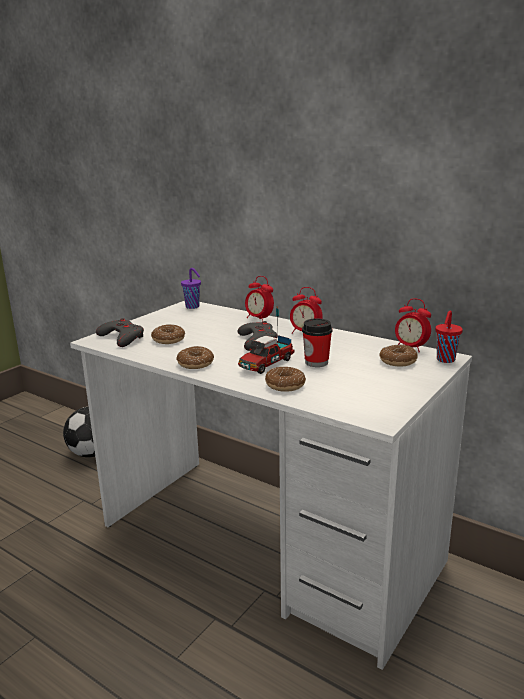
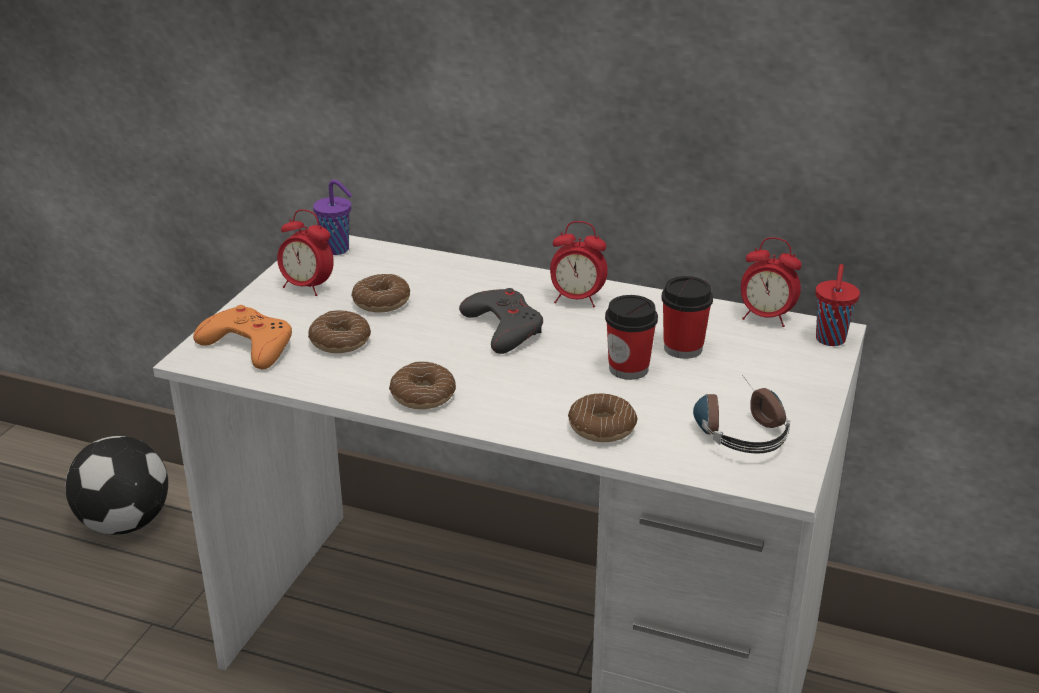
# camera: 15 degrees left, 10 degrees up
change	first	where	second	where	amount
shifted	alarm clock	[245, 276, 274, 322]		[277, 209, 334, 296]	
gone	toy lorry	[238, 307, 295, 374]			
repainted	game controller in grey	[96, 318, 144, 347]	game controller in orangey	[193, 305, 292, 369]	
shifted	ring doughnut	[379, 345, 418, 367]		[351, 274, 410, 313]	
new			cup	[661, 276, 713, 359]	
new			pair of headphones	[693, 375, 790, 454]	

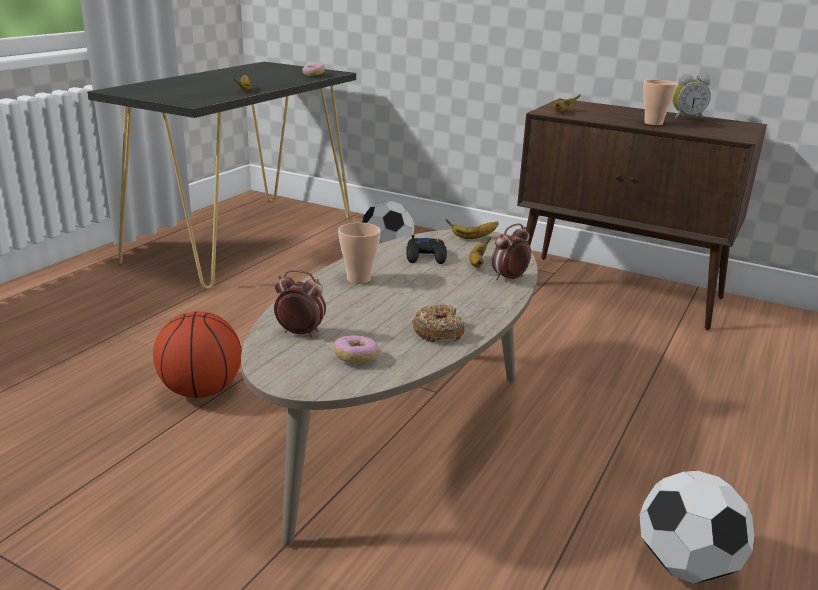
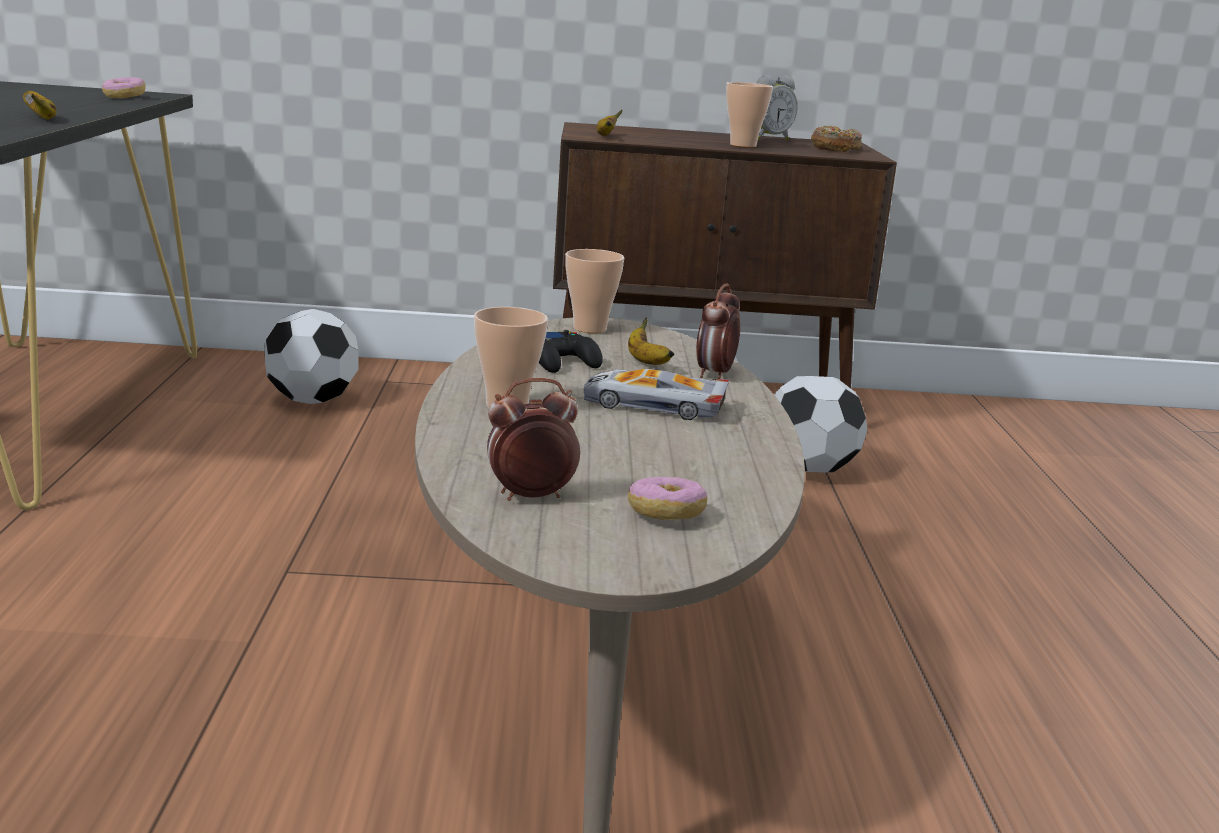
# camera: 30 degrees left, 5 degrees down
change	first	where	second	where	amount
swapped	banana	[446, 219, 499, 239]	cup	[565, 249, 625, 333]	
shifted	ring doughnut	[412, 304, 465, 342]		[811, 125, 862, 152]	
gone	basketball	[153, 311, 242, 398]			
shifted	ball for football	[640, 471, 754, 584]		[774, 376, 867, 473]	
new			toy car	[584, 369, 729, 420]	

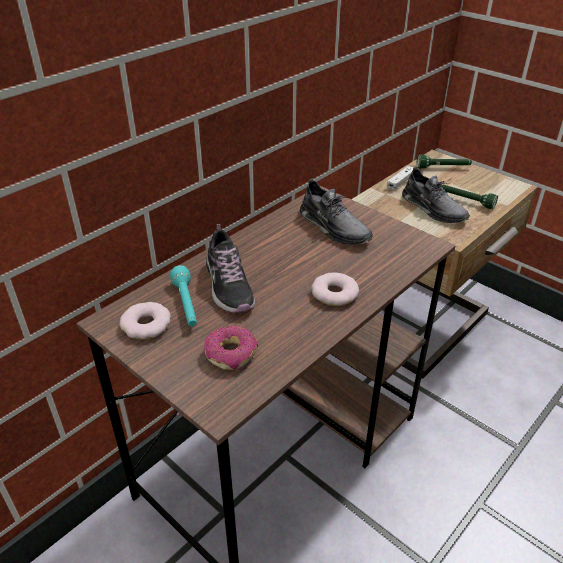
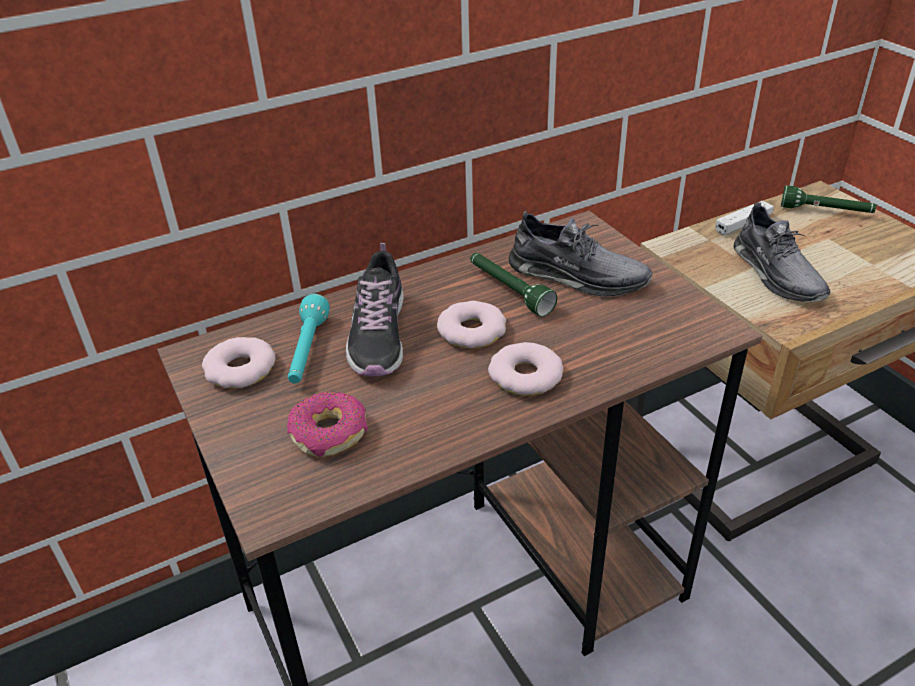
# camera: 20 degrees right, 0 degrees up
change	first	where	second	where	amount
rotated	low shoe in grey	[300, 178, 373, 245]		[509, 211, 653, 296]	45 degrees counterclockwise
shifted	torch in green-coloured	[440, 184, 498, 210]		[470, 253, 557, 317]	
new			ring doughnut	[437, 301, 506, 348]	

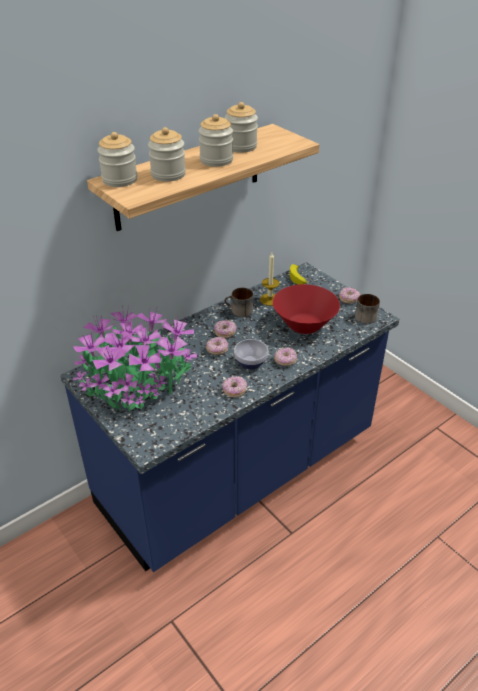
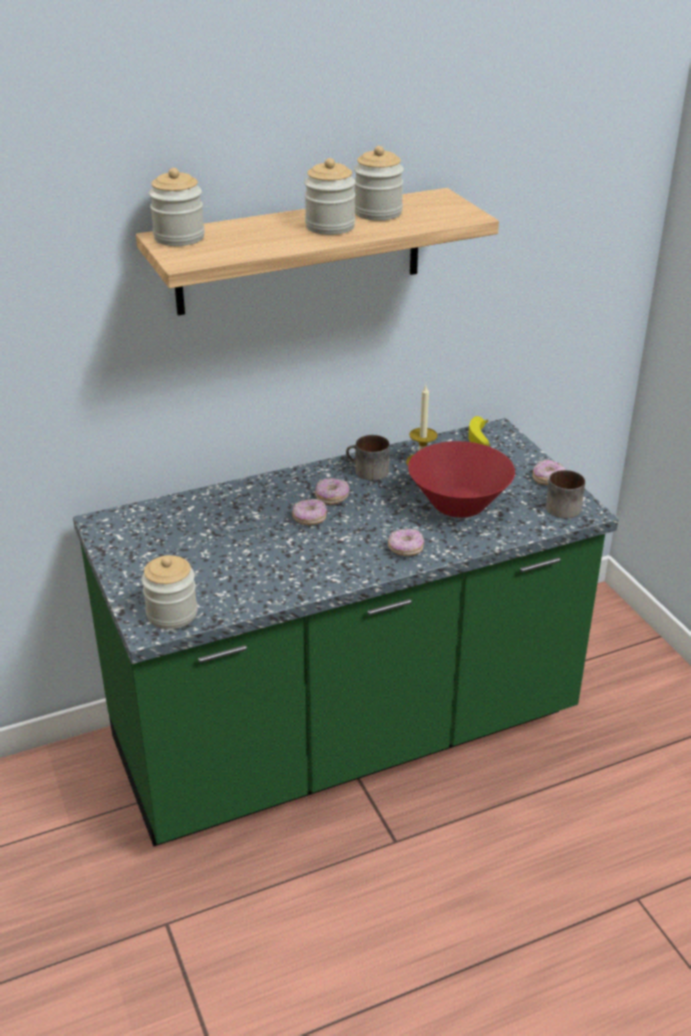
# camera: 15 degrees right, 5 degrees down
change	first	where	second	where	amount
shifted	preserve jar	[148, 127, 186, 182]		[142, 555, 198, 629]	
repainted	counter in blue-coloured	[60, 262, 399, 572]	counter in green-coloured	[73, 418, 619, 847]	
gone	houseplant	[73, 306, 197, 411]			
gone	serving bowl	[234, 339, 268, 370]			
gone	ring doughnut	[222, 376, 247, 398]			

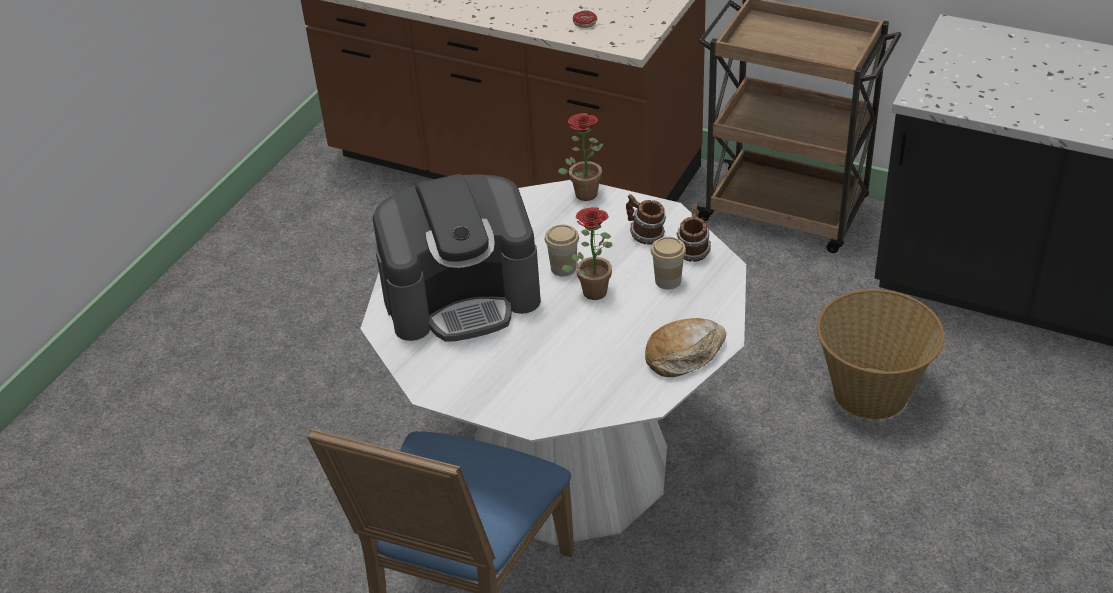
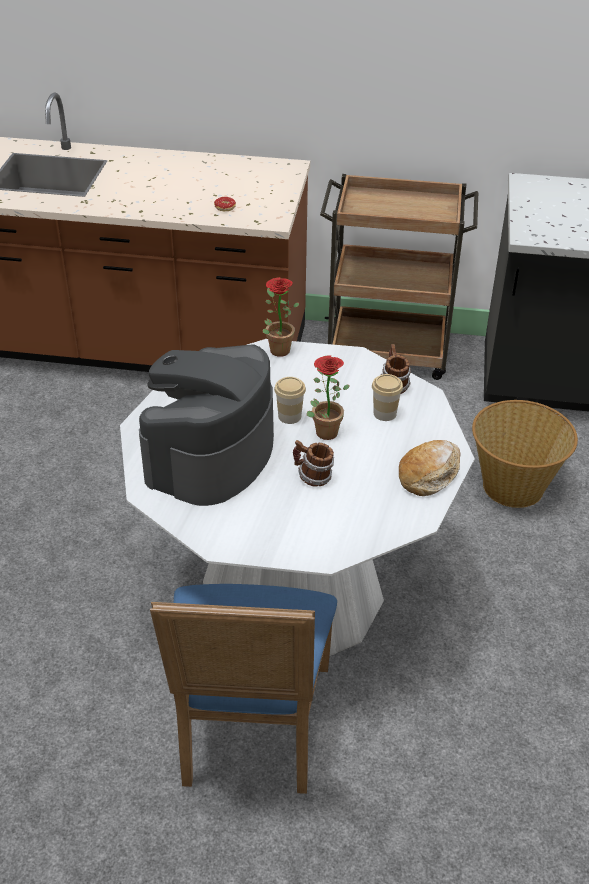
# camera: 20 degrees left, 0 degrees up
change	first	where	second	where	amount
rotated	coffee maker	[373, 174, 541, 342]		[139, 344, 274, 506]	150 degrees clockwise
shifted	tea mug	[626, 194, 666, 245]		[293, 440, 334, 487]	

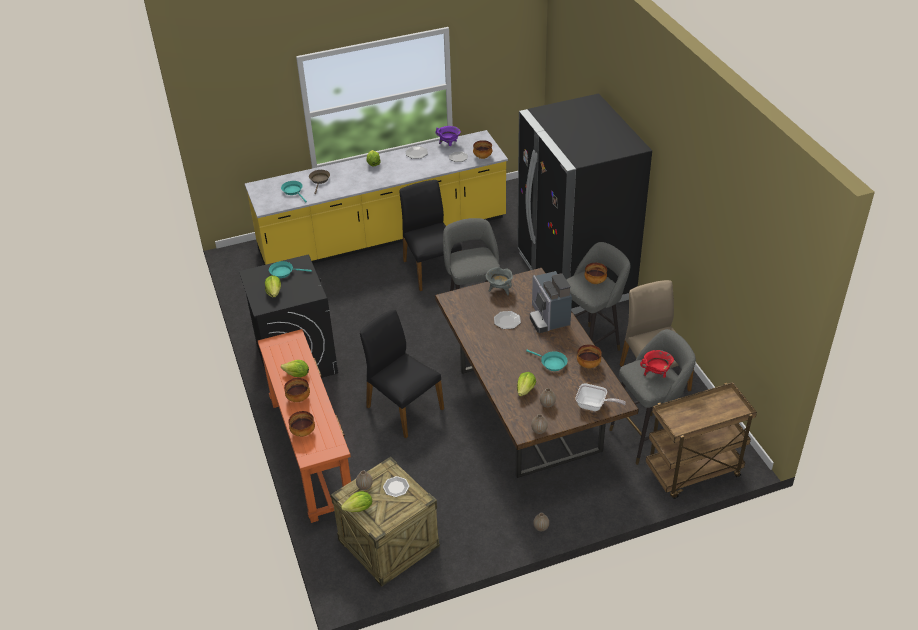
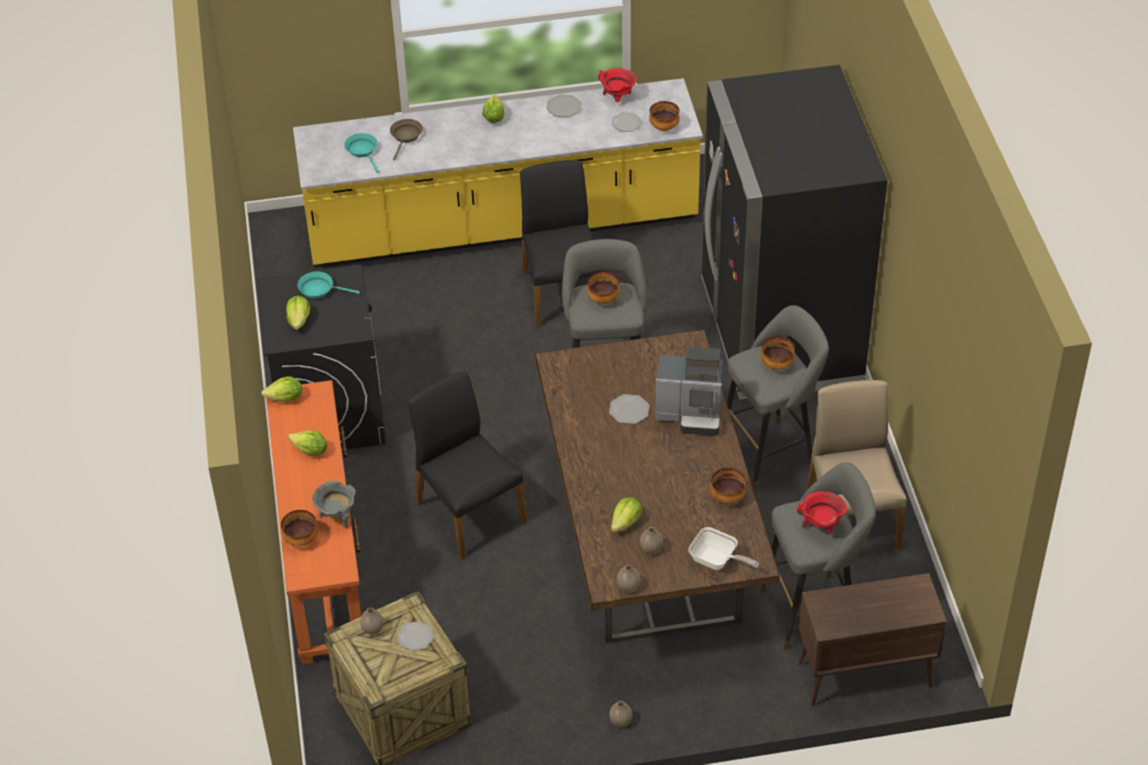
# camera: 10 degrees right, 5 degrees up
change	first	where	second	where	amount
repainted	stockpot in purple-coloured	[436, 126, 461, 146]	stockpot in red-coloured	[598, 68, 637, 102]	
shifted	stockpot in grey	[486, 267, 513, 295]		[312, 481, 356, 529]	
rotated	coffee maker	[530, 271, 572, 333]		[655, 346, 723, 436]	75 degrees counterclockwise
gone	frying pan in turquoise	[526, 350, 567, 371]			
shifted	serving bowl	[284, 378, 310, 402]		[587, 272, 620, 304]	
swapped	trolley in brown	[646, 382, 757, 499]	cabinet in brown	[799, 573, 947, 707]	
shifted	lettuce head	[341, 491, 372, 512]		[261, 376, 302, 402]	

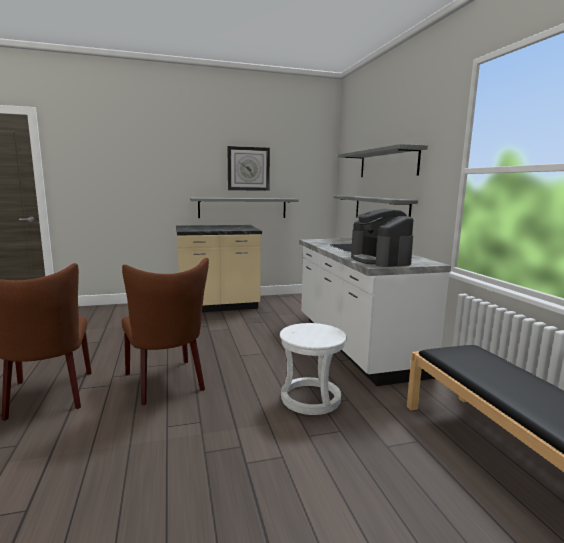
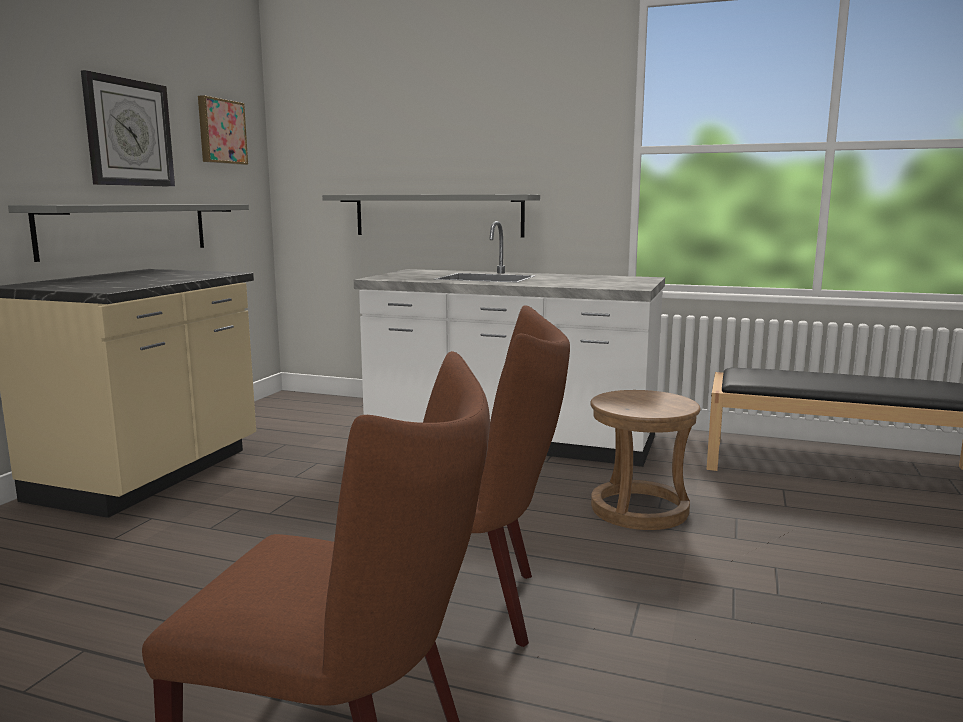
# camera: 55 degrees left, 0 degrees up
change	first	where	second	where	amount
gone	bracket shelf in grey	[338, 144, 428, 177]			
gone	coffee maker	[351, 209, 413, 267]			
repainted	stool seat in white	[280, 323, 347, 415]	stool seat in brown	[590, 390, 700, 530]	
new			picture	[198, 95, 248, 165]	

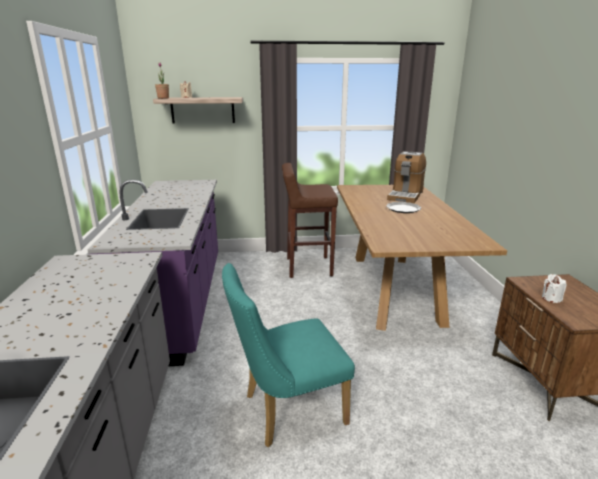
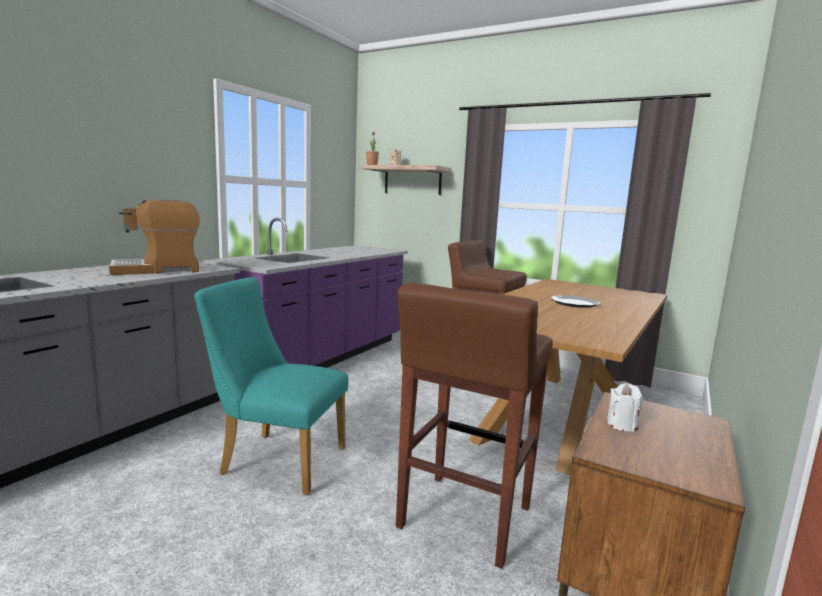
# camera: 35 degrees right, 10 degrees down
change	first	where	second	where	amount
shifted	coffee maker	[387, 151, 426, 203]		[109, 199, 200, 275]	
new			stool seat in brown	[396, 283, 553, 569]	

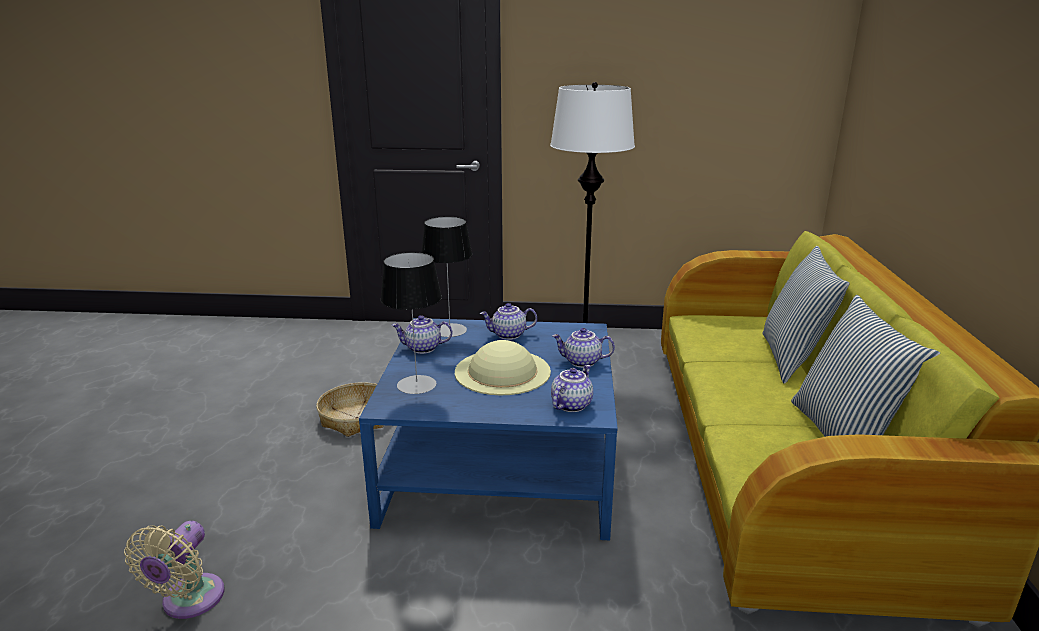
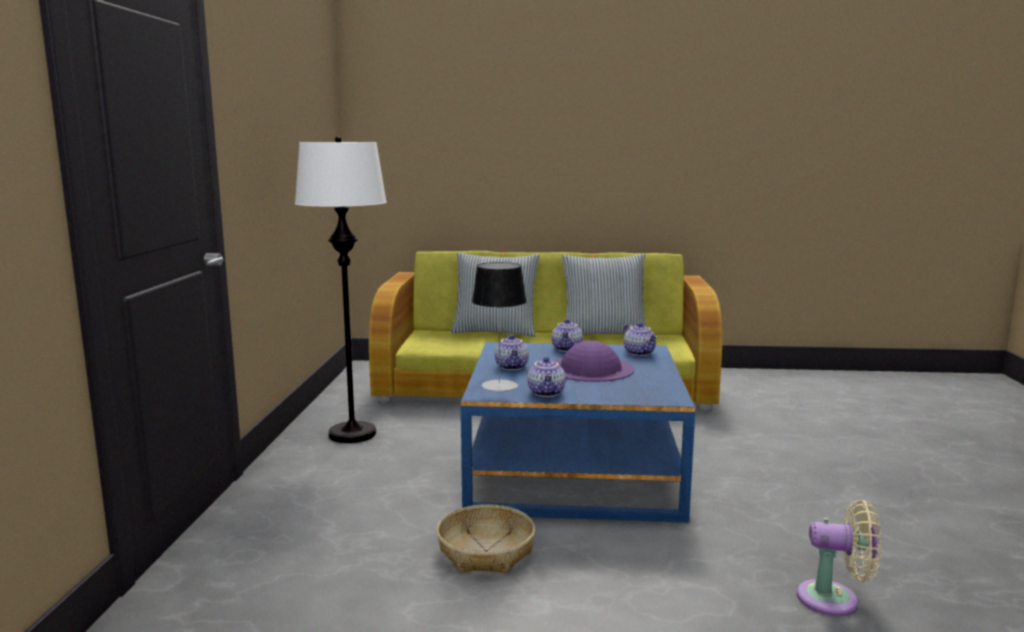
# camera: 90 degrees left, 10 degrees down
change	first	where	second	where	amount
gone	table lamp	[380, 252, 442, 394]			
repainted	hat in sand-coloured	[455, 340, 551, 395]	hat in purple-coloured	[554, 340, 634, 382]	
rotated	teapot	[551, 365, 593, 412]		[624, 322, 657, 356]	150 degrees counterclockwise

